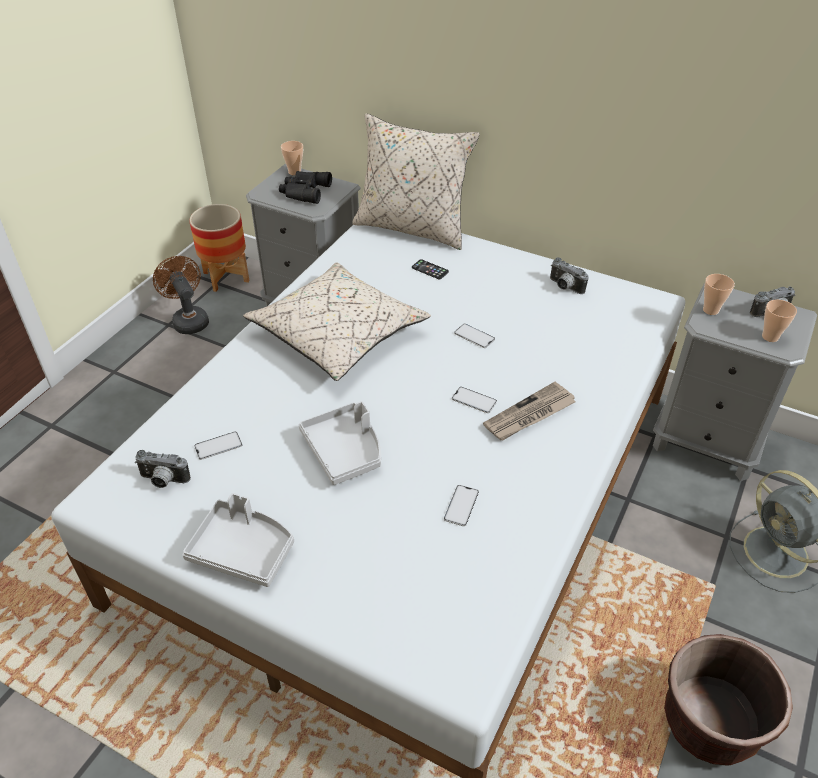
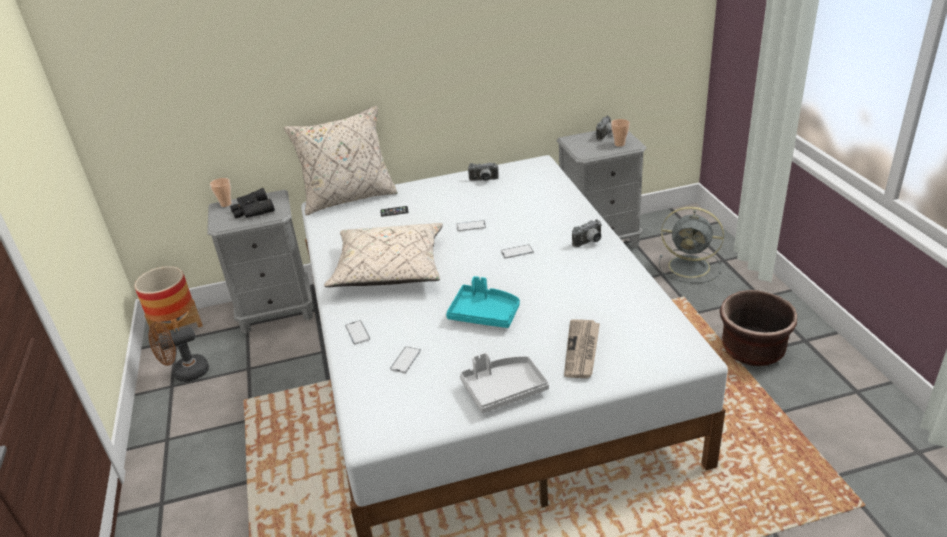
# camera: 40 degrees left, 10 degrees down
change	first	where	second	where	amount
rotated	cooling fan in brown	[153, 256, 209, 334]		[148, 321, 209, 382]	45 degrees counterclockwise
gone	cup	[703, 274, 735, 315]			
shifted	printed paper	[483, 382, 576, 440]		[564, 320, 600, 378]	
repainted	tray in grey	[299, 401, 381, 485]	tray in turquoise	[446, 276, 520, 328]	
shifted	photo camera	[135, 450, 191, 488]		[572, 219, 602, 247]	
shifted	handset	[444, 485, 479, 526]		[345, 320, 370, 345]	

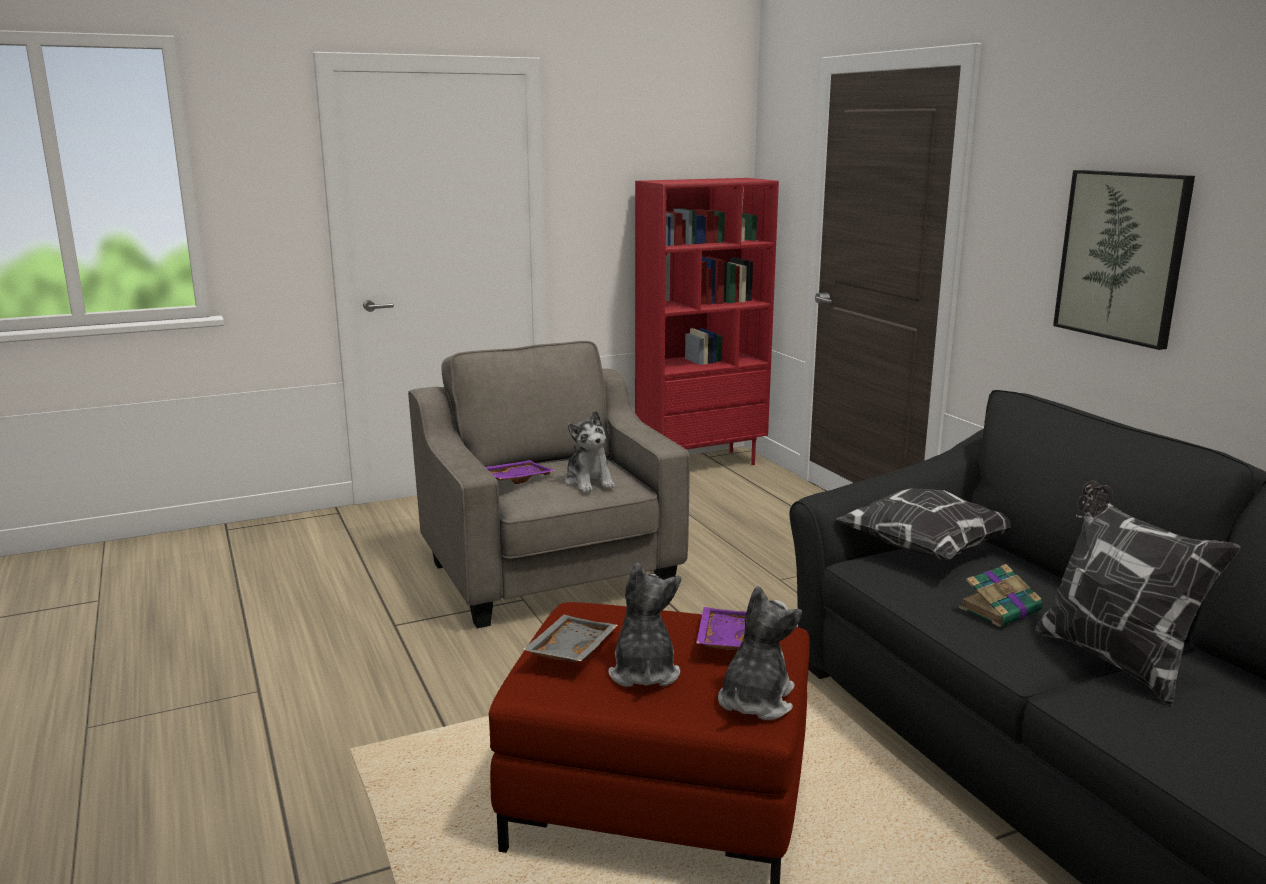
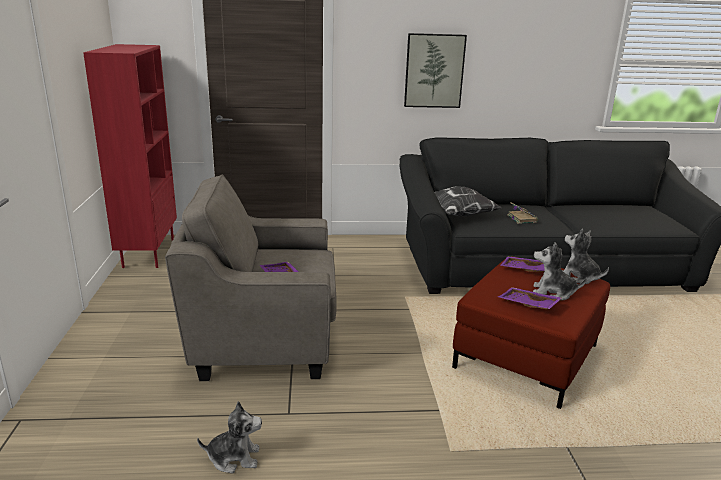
# camera: 70 degrees left, 5 degrees up
change	first	where	second	where	amount
shifted	cuddly toy	[565, 410, 615, 493]		[197, 401, 262, 473]	
gone	cushion	[1035, 481, 1241, 707]			
repainted	tray in grey	[522, 615, 618, 662]	tray in purple-coloured	[498, 287, 562, 310]	

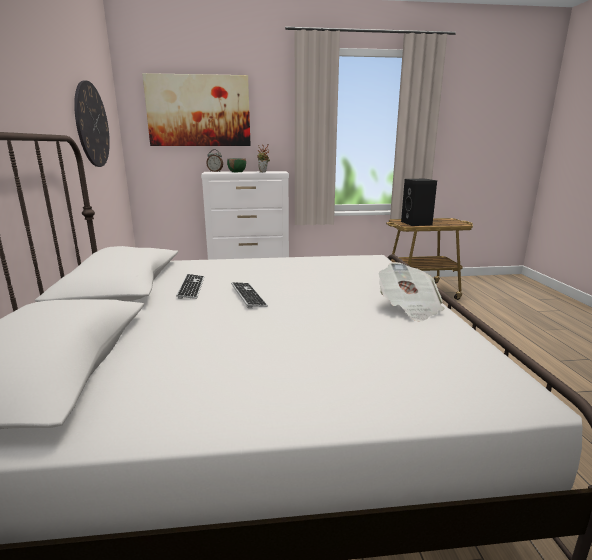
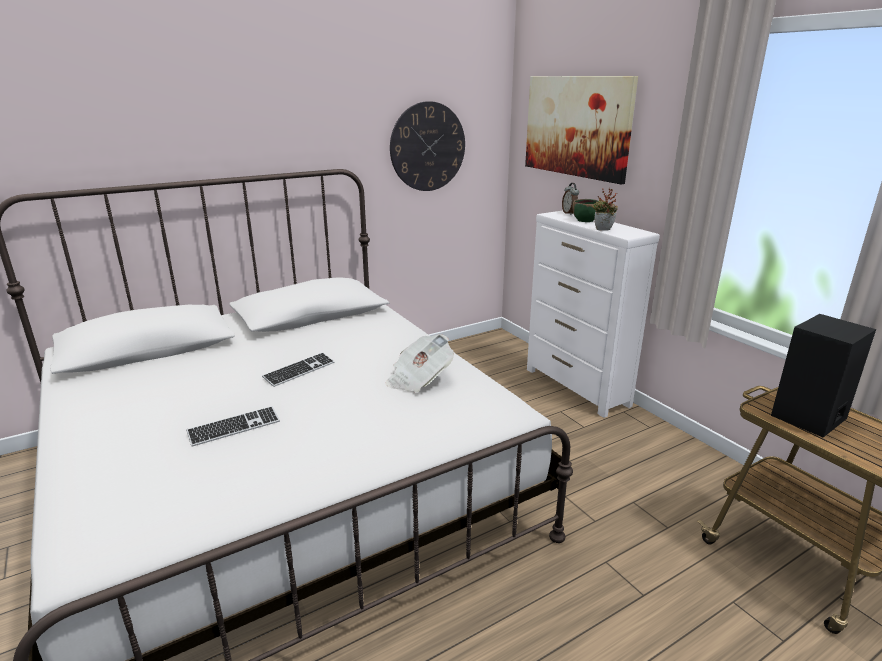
# camera: 65 degrees right, 5 degrees up
change	first	where	second	where	amount
shifted	printed paper	[378, 262, 445, 322]		[386, 334, 454, 392]	
shifted	computer keyboard	[176, 274, 205, 299]		[186, 406, 280, 447]	

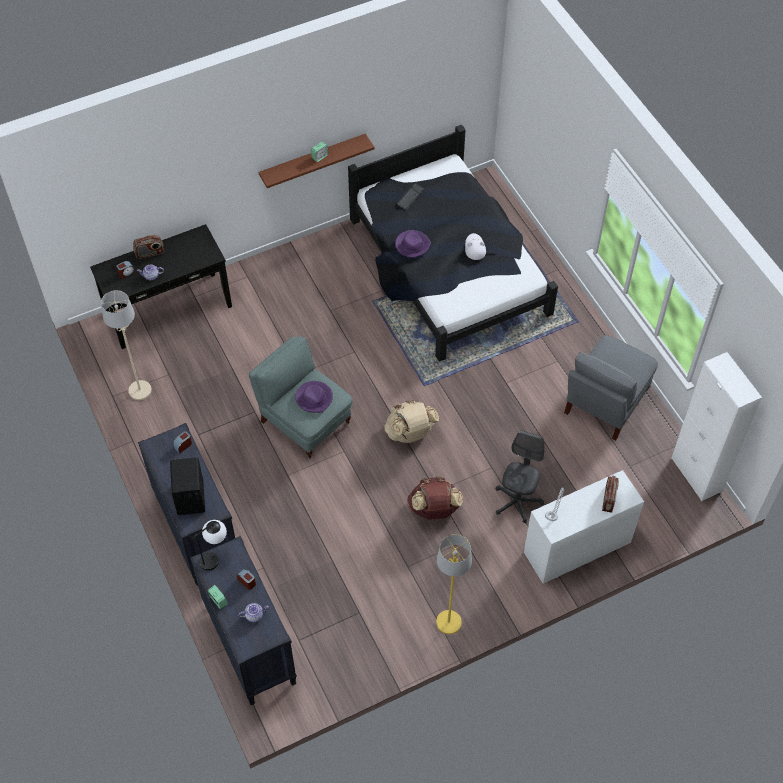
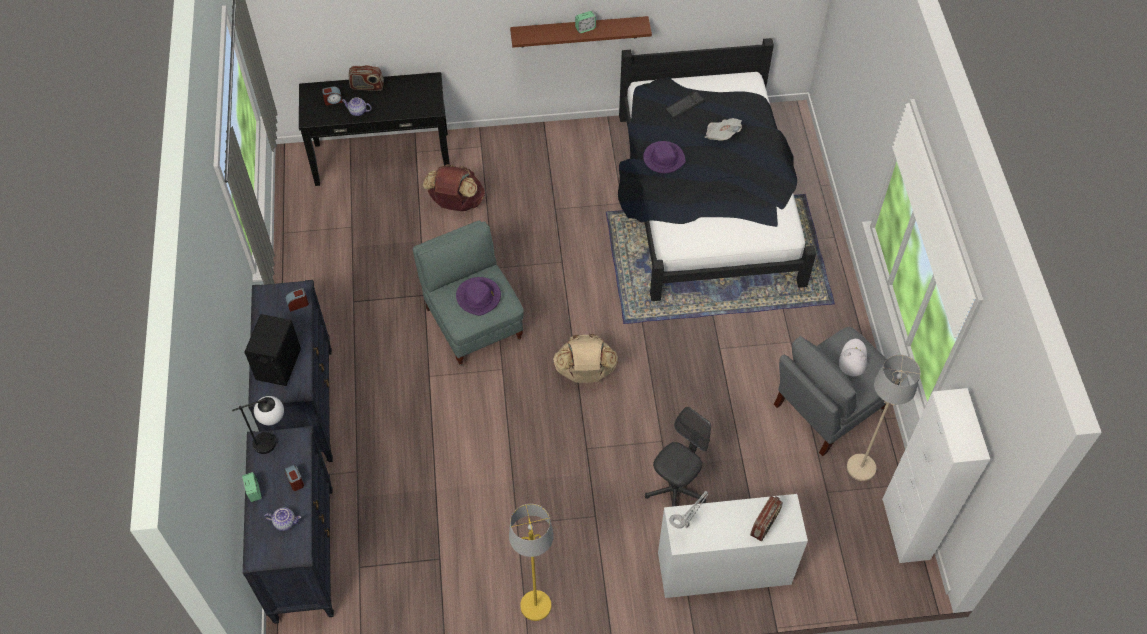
# camera: 20 degrees right, 0 degrees up
change	first	where	second	where	amount
shifted	hat in white	[465, 233, 486, 260]		[839, 339, 867, 376]	
shifted	standing lamp in sand-coloured	[101, 290, 152, 400]		[847, 354, 921, 481]	
shifted	knapsack in brown	[407, 477, 463, 520]		[423, 164, 485, 211]	
new			printed paper	[705, 118, 742, 141]	

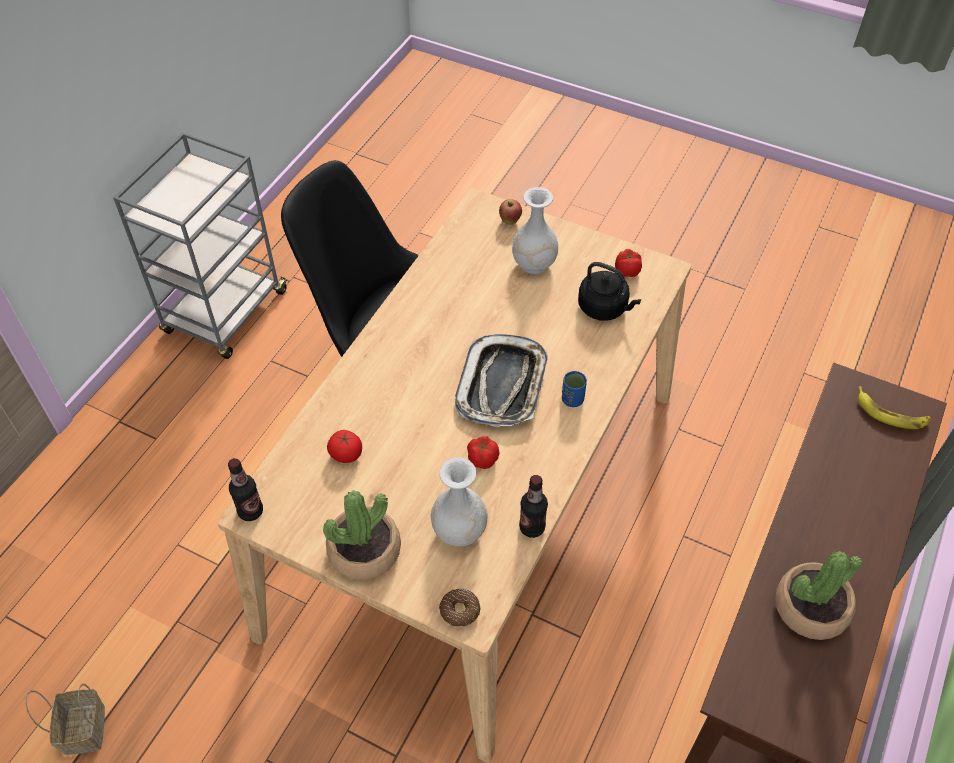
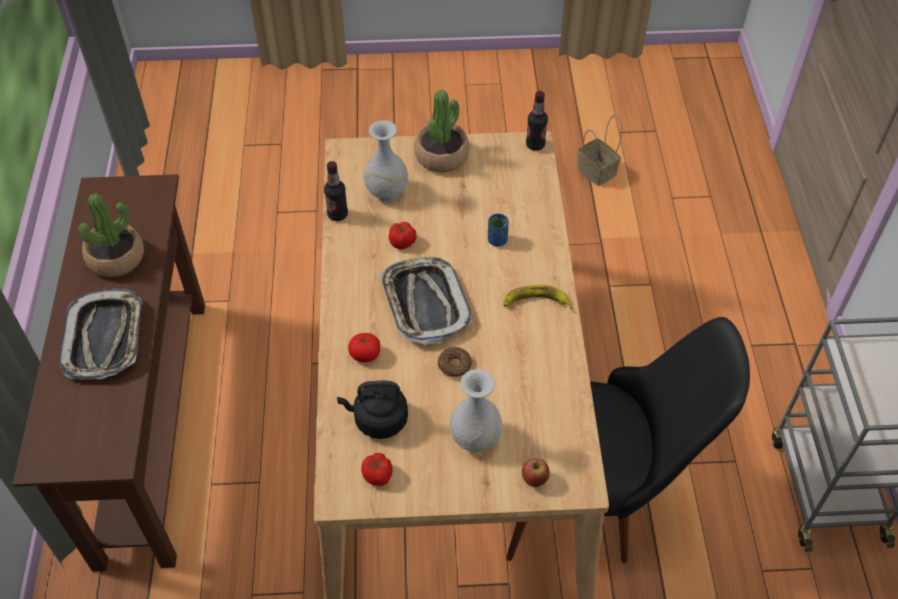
# camera: 150 degrees right, 0 degrees up
change	first	where	second	where	amount
shifted	cup in blue-coloured	[562, 371, 587, 407]		[488, 214, 509, 246]	
shifted	banana	[858, 386, 931, 429]		[503, 285, 573, 309]	
shifted	fresh tomato	[327, 430, 362, 463]		[348, 333, 380, 362]	
shifted	ring doughnut	[439, 589, 481, 627]		[438, 347, 472, 377]	
new			tray	[59, 289, 142, 380]	

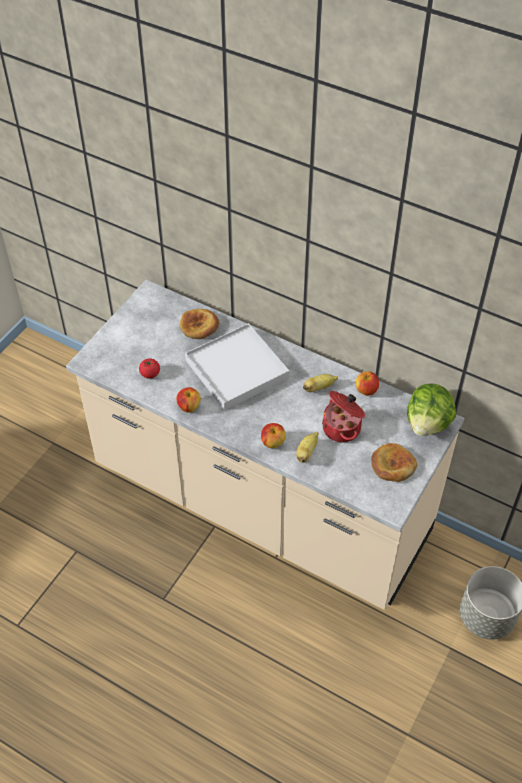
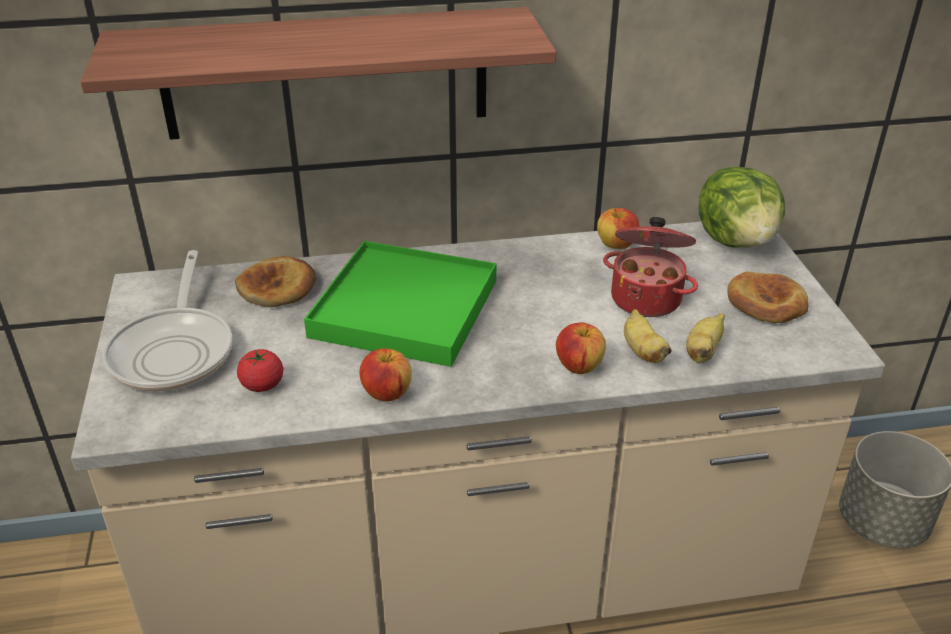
# camera: 40 degrees left, 15 degrees down
change	first	where	second	where	amount
repainted	tray in white	[185, 323, 289, 410]	tray in green-coloured	[304, 241, 497, 367]	
shifted	banana	[303, 374, 338, 392]		[686, 313, 725, 363]	
new			bracket shelf	[80, 7, 556, 140]	
new			frying pan	[103, 250, 232, 392]	

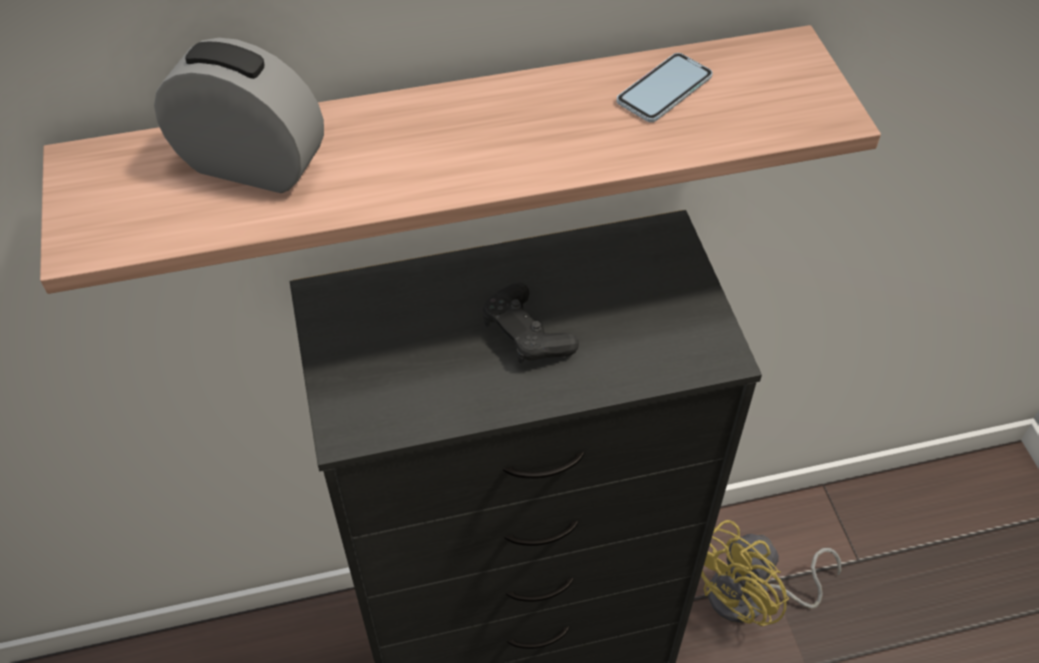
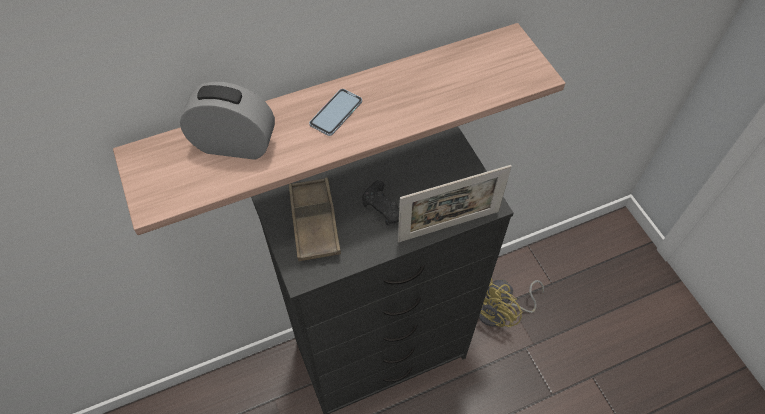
# camera: 10 degrees left, 5 degrees up
change	first	where	second	where	amount
shifted	handset	[616, 53, 713, 122]		[309, 89, 362, 136]	
new			standing frame	[398, 165, 512, 242]	
new			tray in brown	[289, 178, 341, 261]	

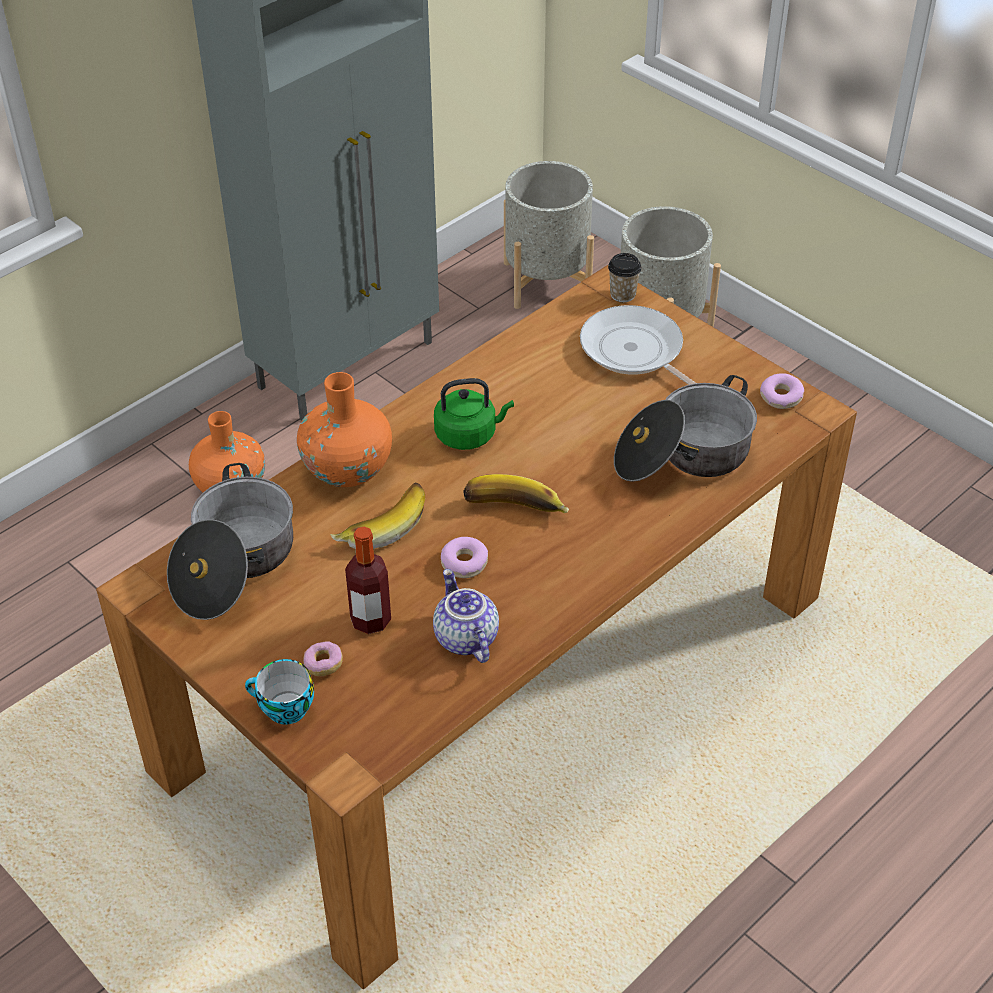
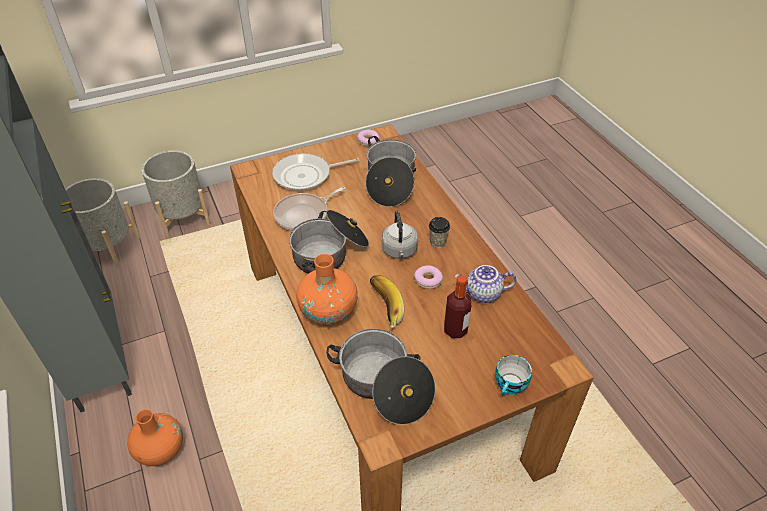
# camera: 70 degrees left, 0 degrees up
change	first	where	second	where	amount
shifted	cup	[608, 253, 641, 302]		[429, 217, 450, 248]	
swapped	tea kettle in green-coloured	[434, 378, 514, 450]	stockpot	[289, 210, 369, 274]	
swapped	banana	[463, 474, 569, 513]	tea kettle in grey	[382, 211, 418, 259]	
gone	ring doughnut	[303, 641, 343, 676]			
new			frying pan	[273, 186, 346, 231]	

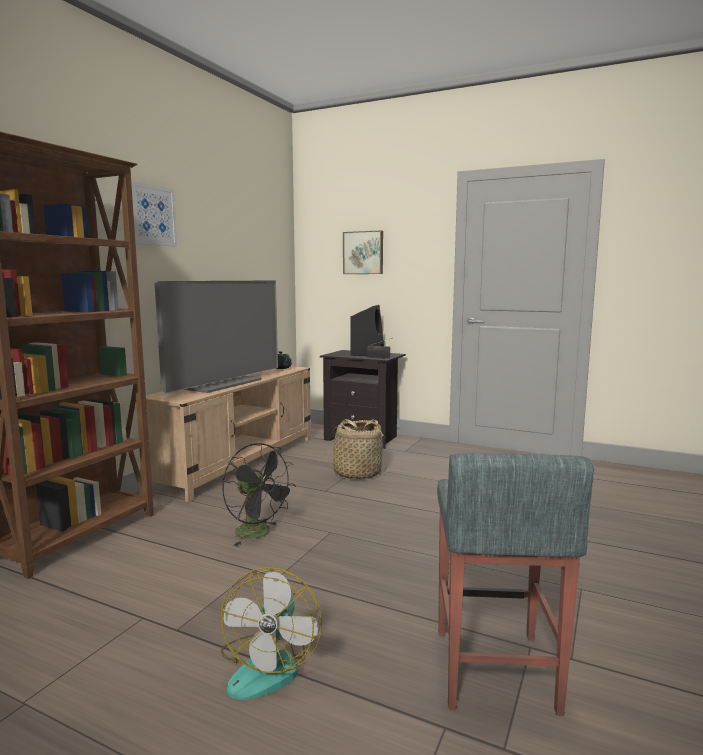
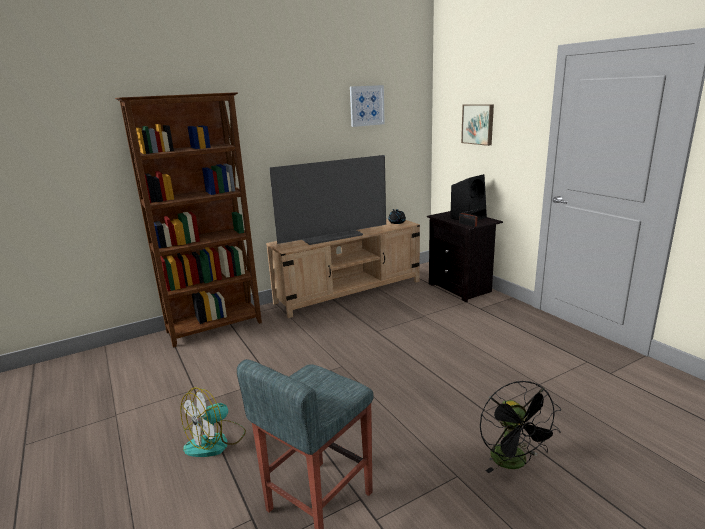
# camera: 35 degrees right, 10 degrees up
change	first	where	second	where	amount
shifted	picture	[131, 181, 177, 246]		[350, 85, 385, 127]	
gone	storage basket	[324, 419, 388, 480]			
shifted	cooling fan in black	[222, 443, 296, 546]		[480, 381, 561, 473]	

